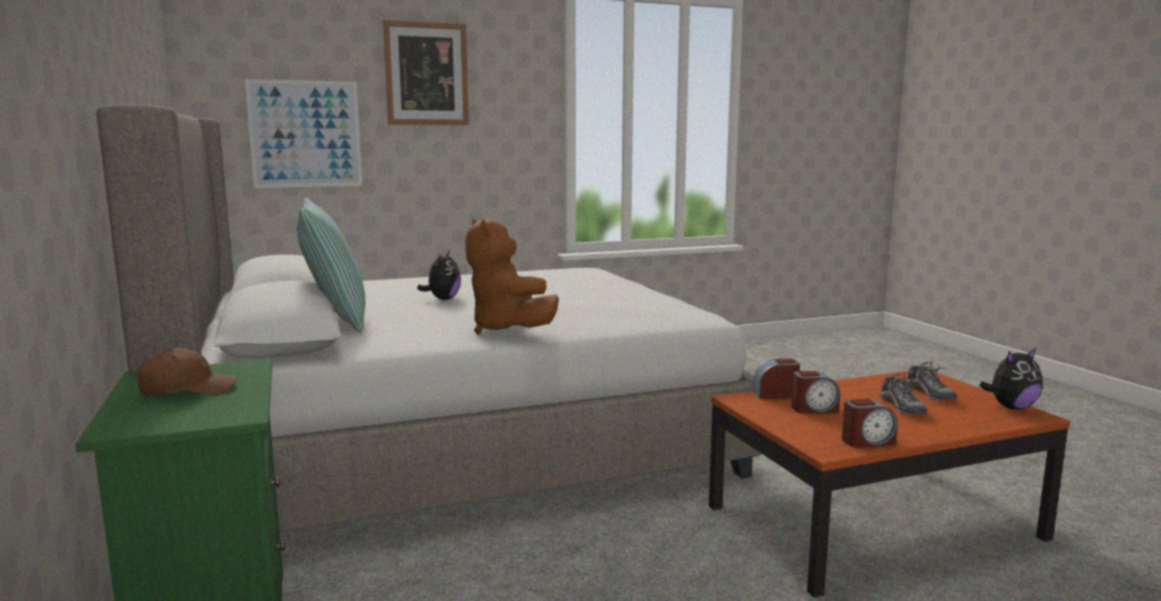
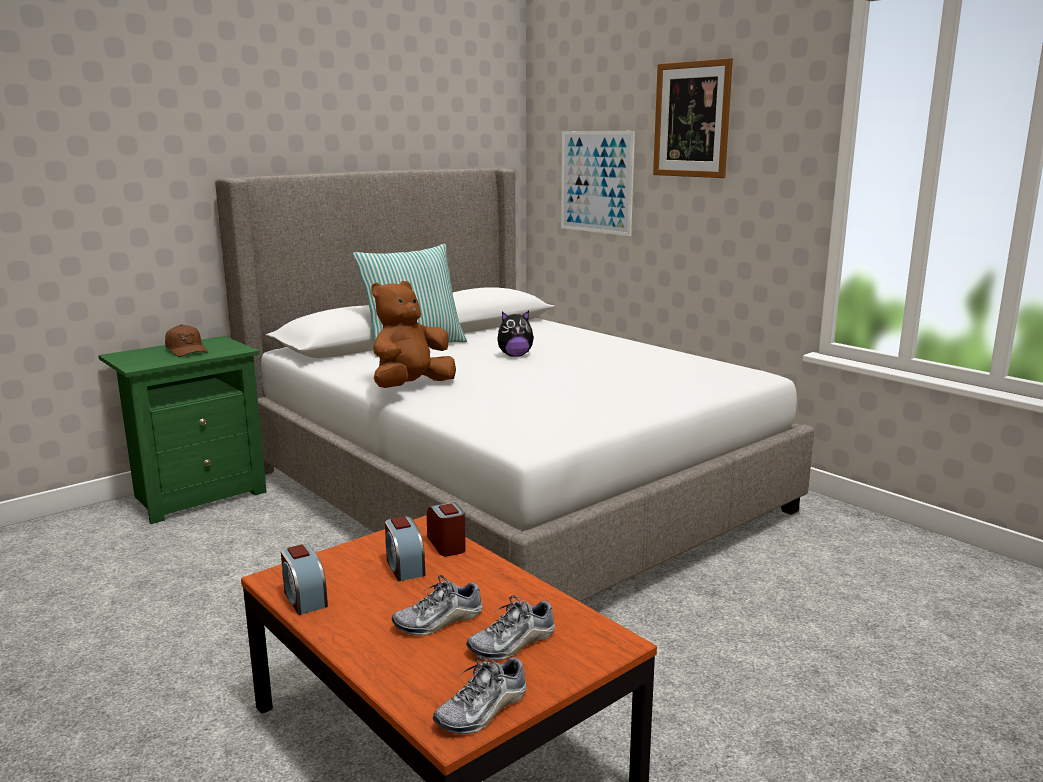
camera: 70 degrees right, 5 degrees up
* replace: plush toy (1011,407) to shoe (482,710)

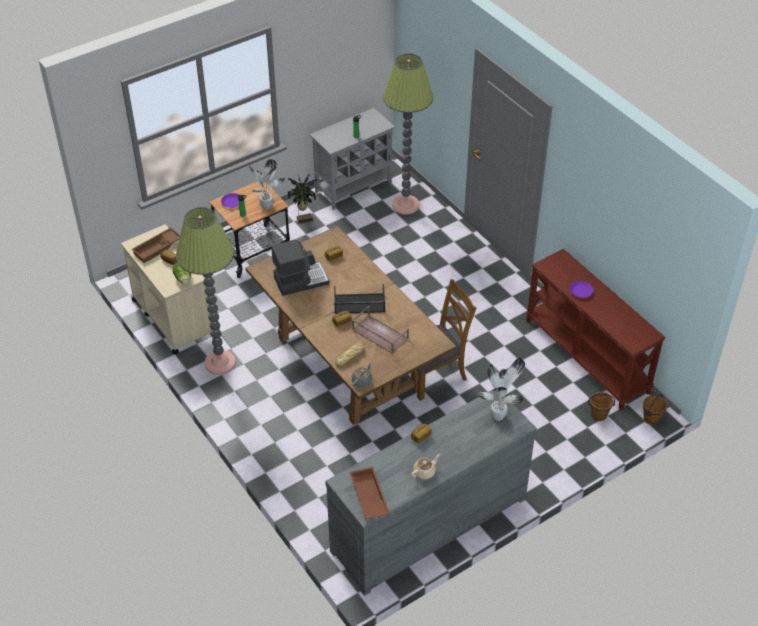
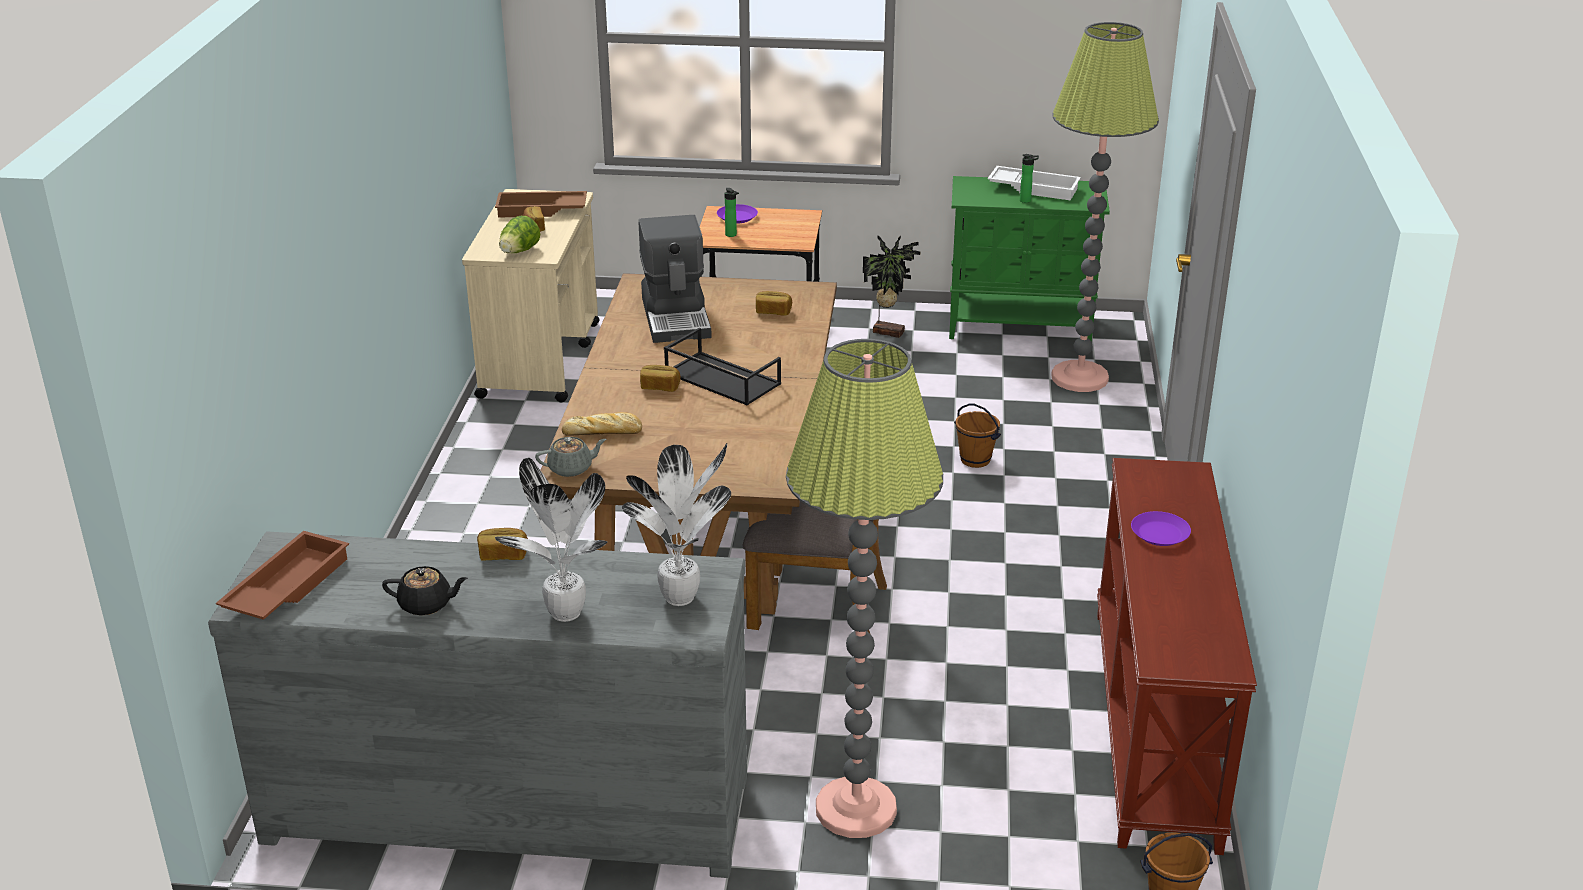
camera: 40 degrees right, 15 degrees down
* recolor: teapot/beige (424,472) to teapot/black (426,604)
* move: potted plant (267,207) to (565,615)
* rotate: coffee machine (300,280) = (677,317) 60 degrees clockwise
* move: floor lamp (220,363) to (855,809)
* recolor: cabinet/grey (354,187) to cabinet/green (1021,326)
* move: bucket/brown (598,415) to (975,460)
* insert: tray/white (1034,188)
* delete: tray/brown (379,334)

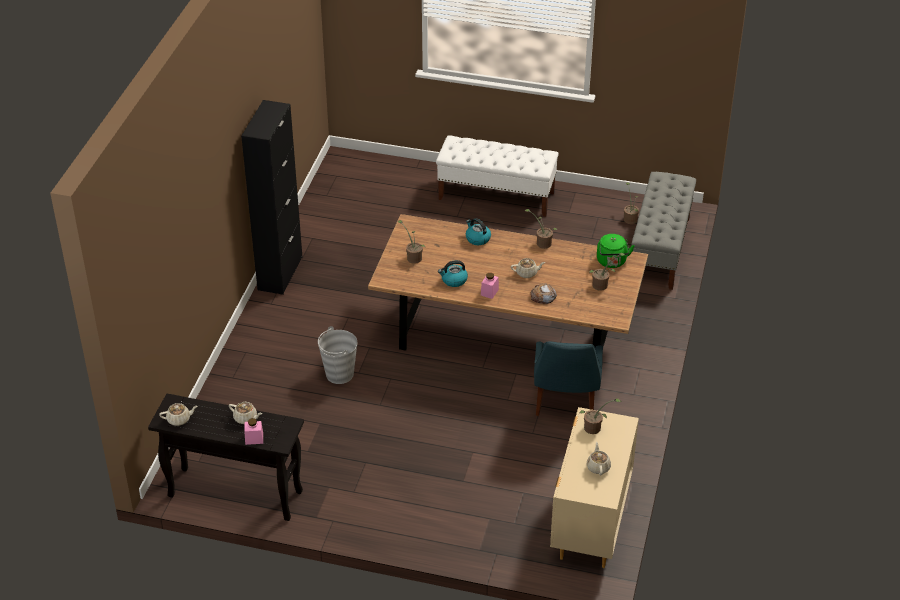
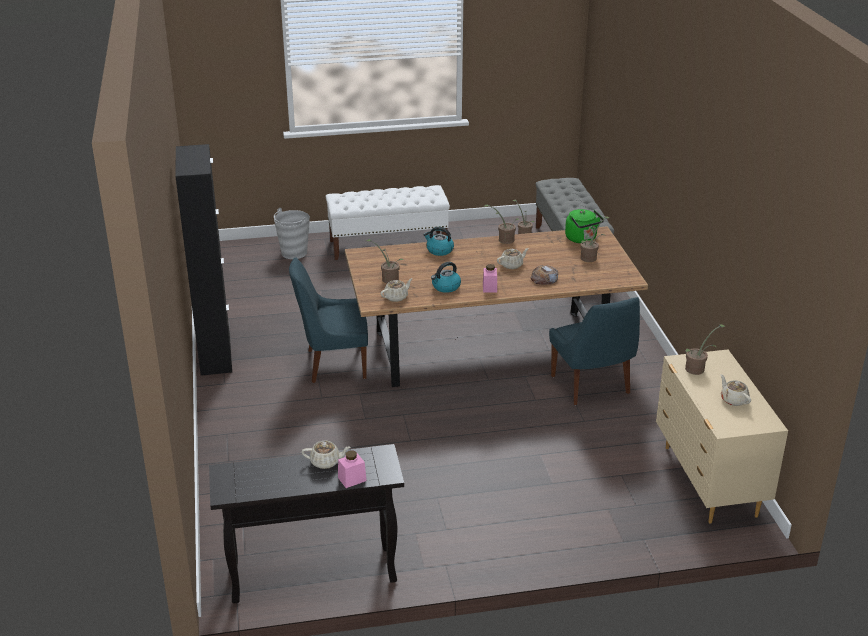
camera: 25 degrees left, 10 degrees down
* move: bucket/grey (339,374) to (293,253)
* insert: chair/blue (333,364)
* move: teapot/beige (179,419) to (396,297)

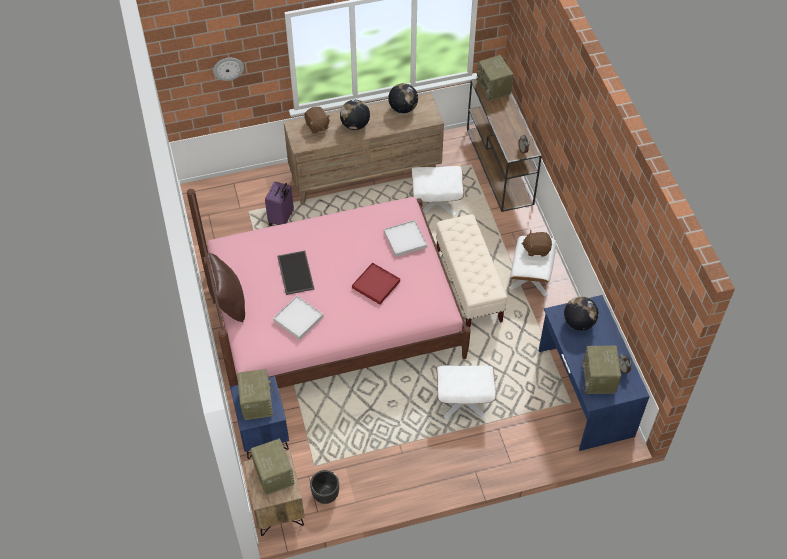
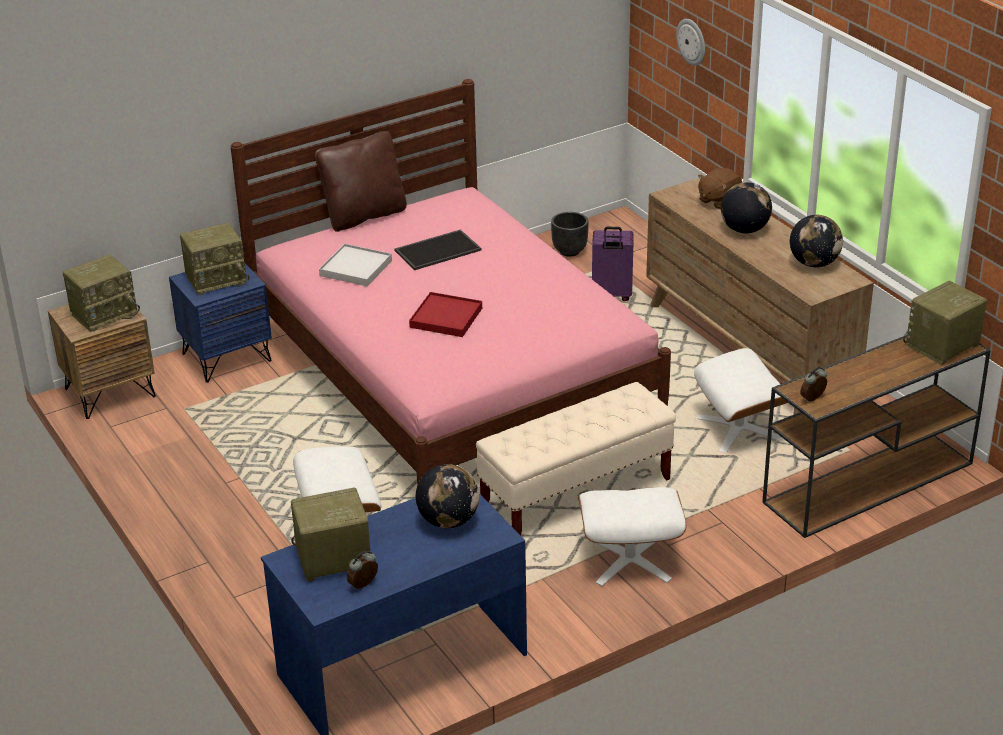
camera: 75 degrees right, 20 degrees down
* move: planter/black (325,495) to (569,251)
* delete: tray/white (405,240)
* delete: plush toy/brown (536,249)

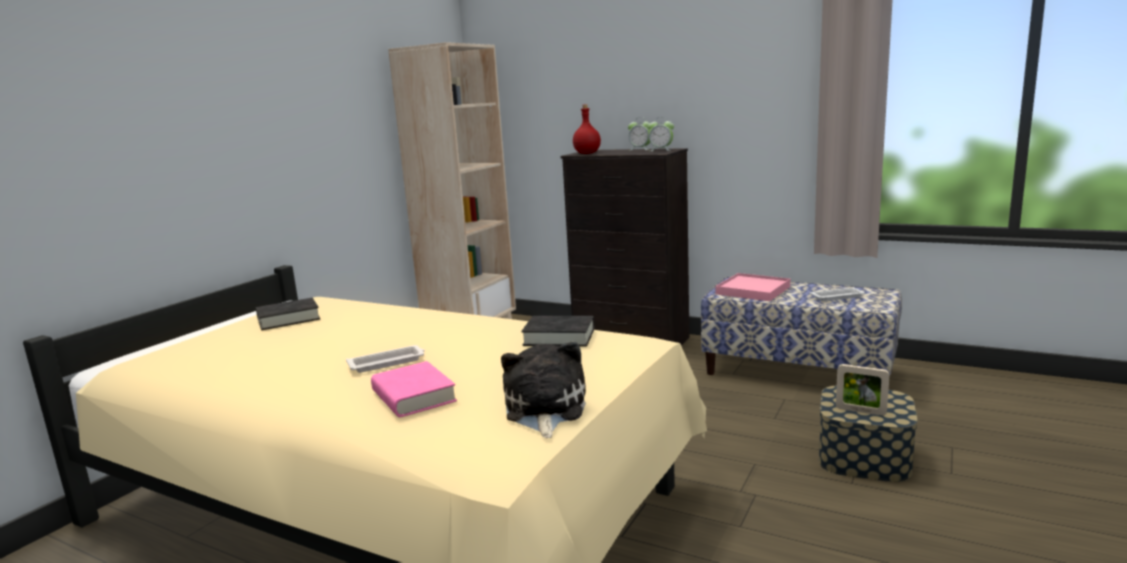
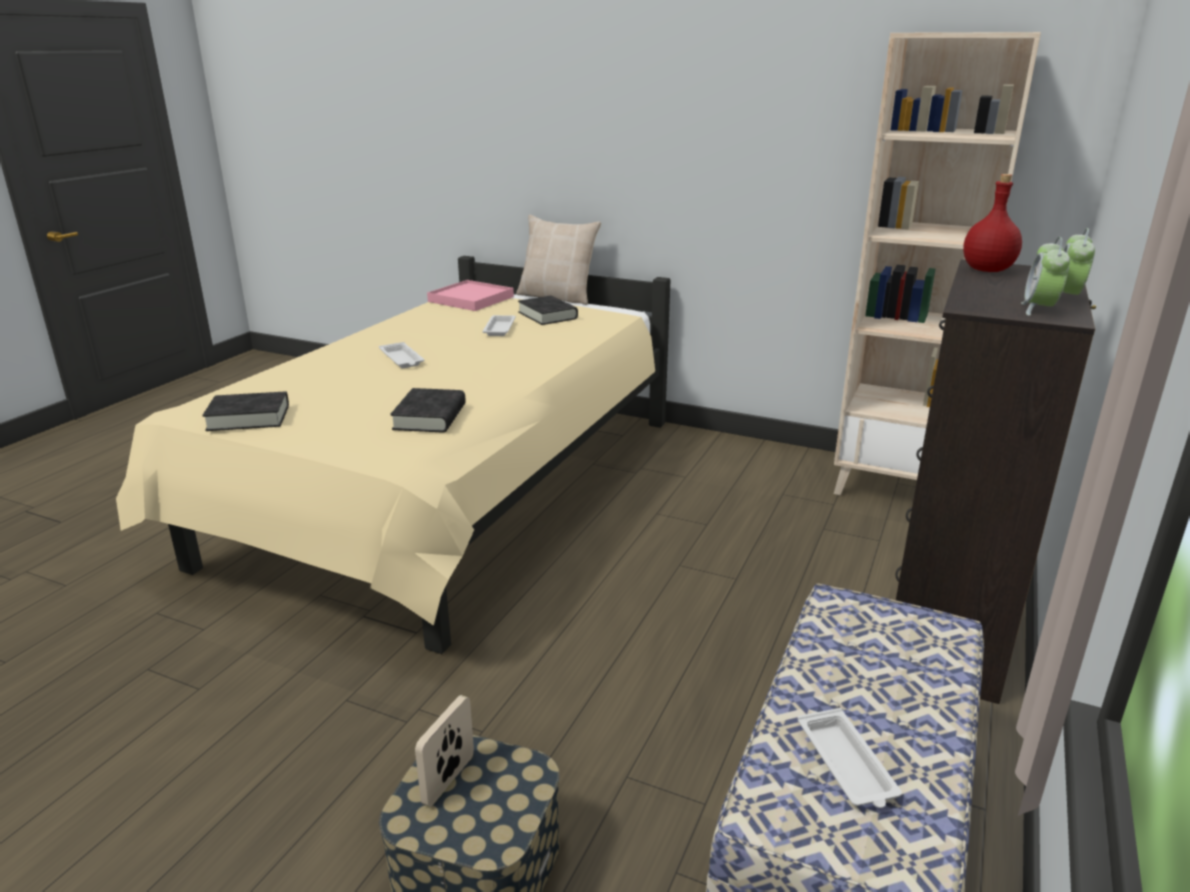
camera: 85 degrees right, 10 degrees up
* replace: plush toy (544,410) to book/black (248,418)
* move: tray/pink (752,290) to (471,299)
* insert: tray/white (500,328)
* insert: pillow/beige (557,297)
* delete: book/pink (413,396)

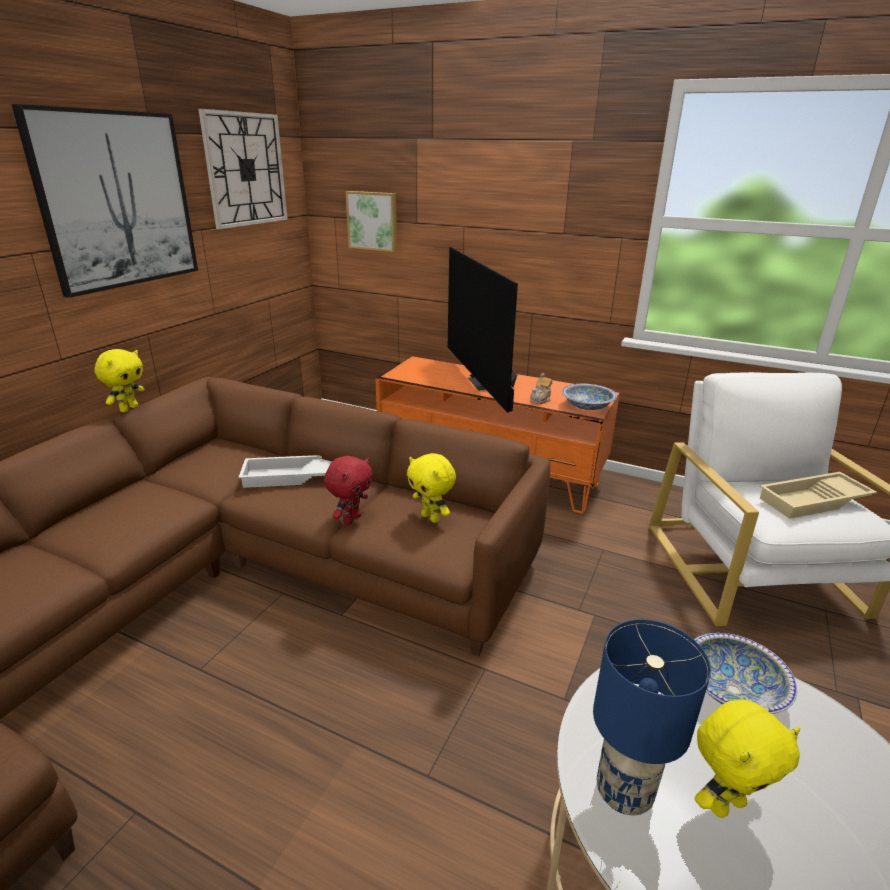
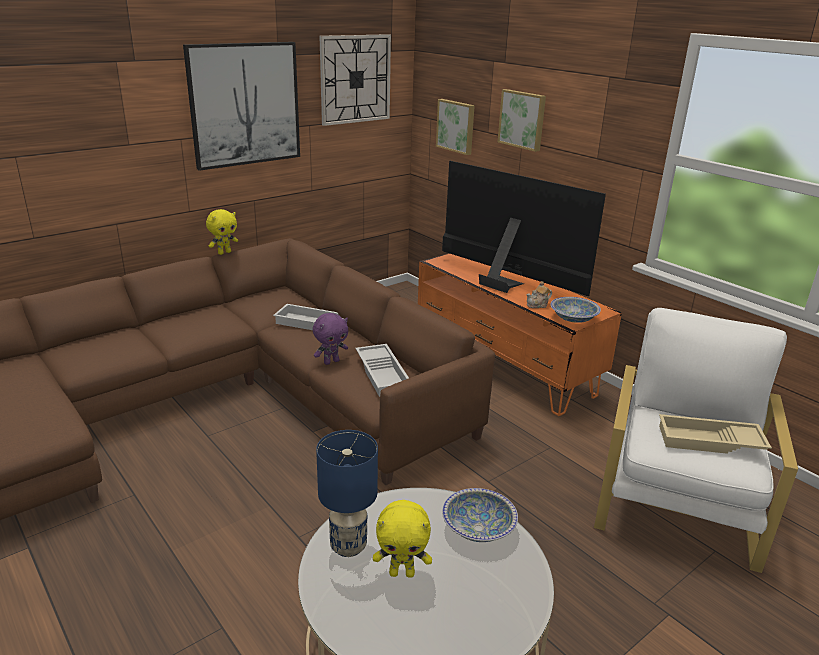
camera: 25 degrees right, 0 degrees up
* recolor: plush toy/red (351,519) to plush toy/purple (331,361)
* replace: plush toy/yellow (431,518) to tray/white (383,374)
* rotate: television (484,383) = (504,282) 120 degrees clockwise
* insert: picture (522,119)

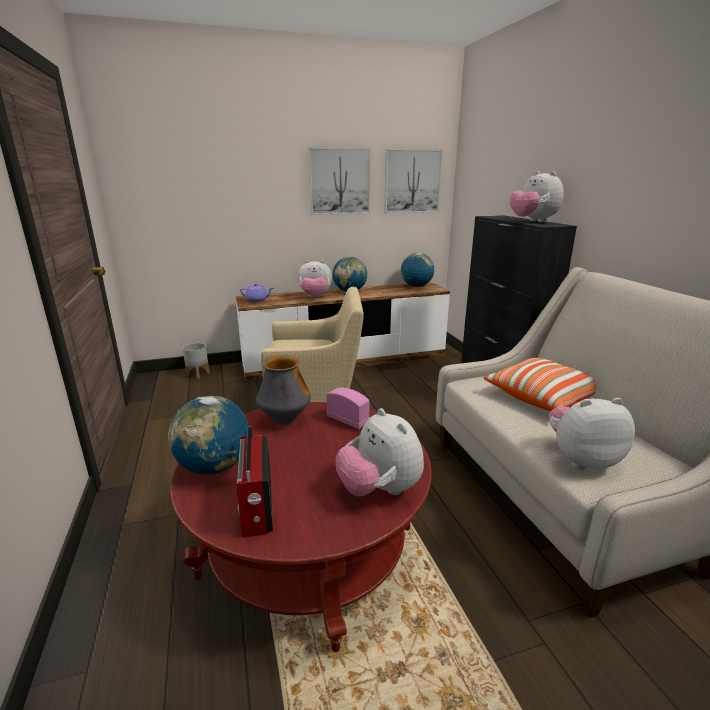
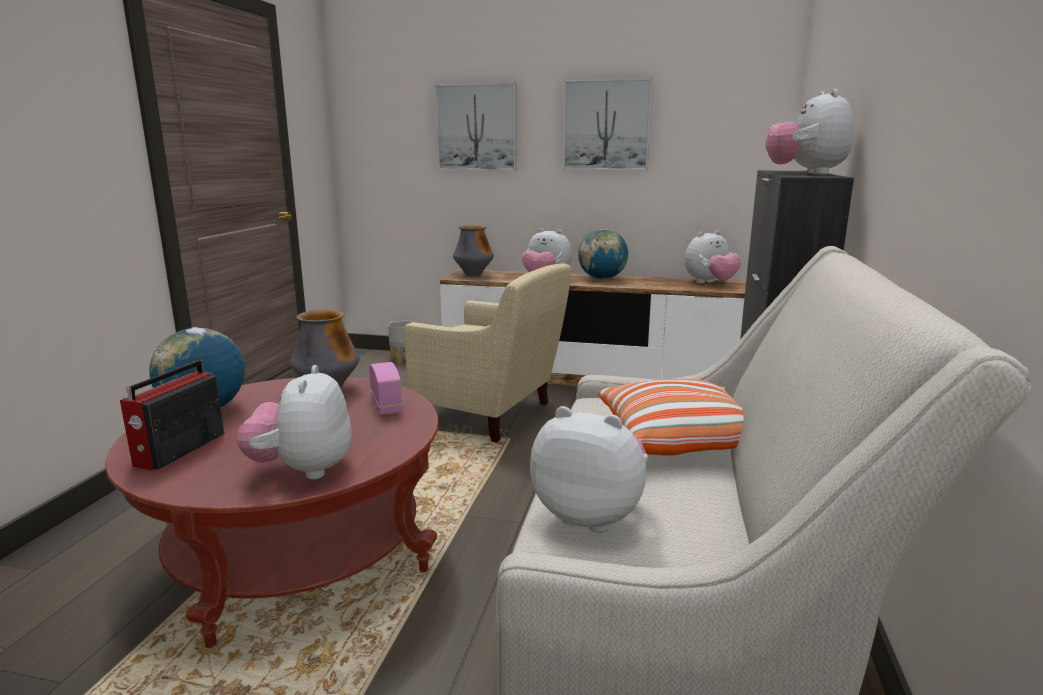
camera: 30 degrees right, 5 degrees down
* move: picture (412,181) to (477,127)
* replace: teapot/purple (257,300) to vase (473,275)
* replace: globe (416,286) to plush toy (710,283)

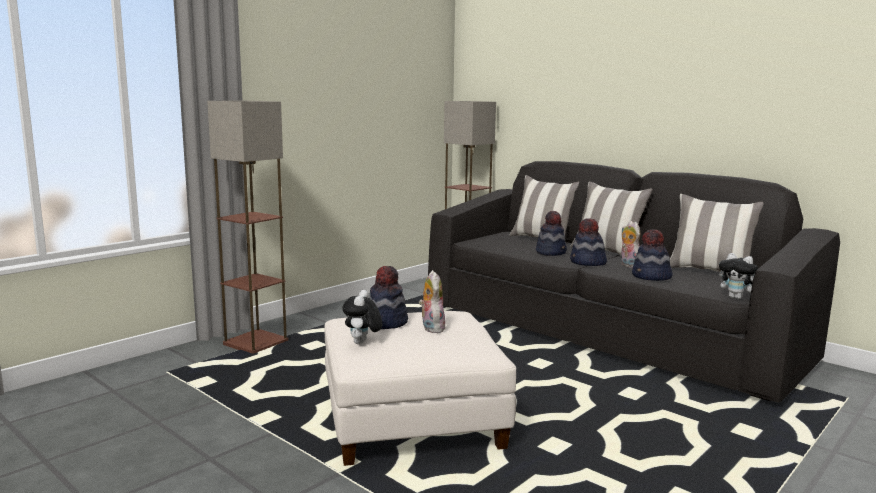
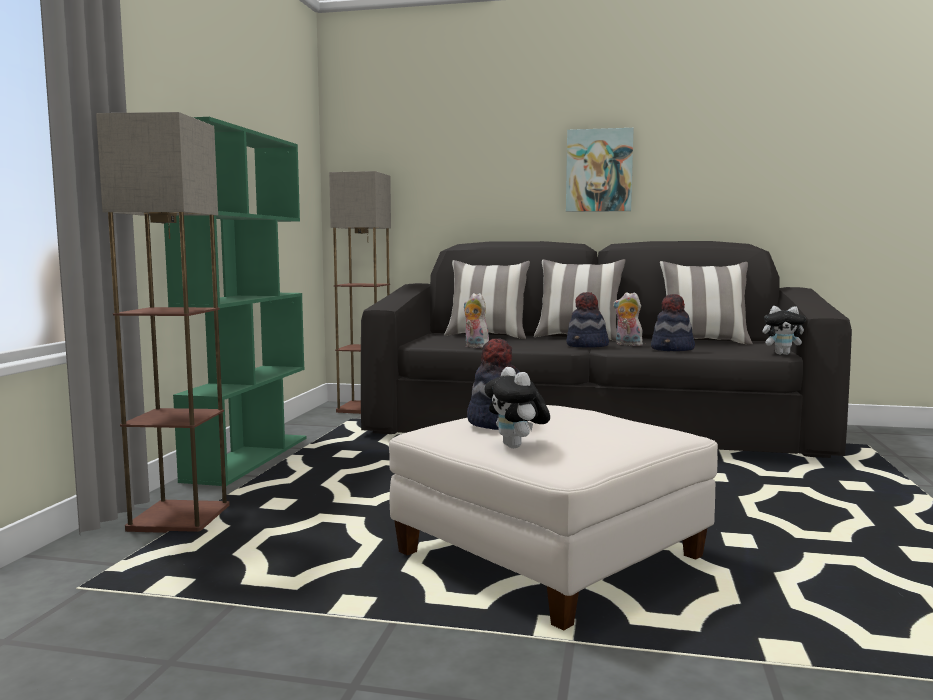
camera: 30 degrees left, 5 degrees down
* insert: bookcase/green (248,458)
* move: plush toy (431,328) to (474,346)
* insert: picture (599,170)
* delete: hat (551,252)

